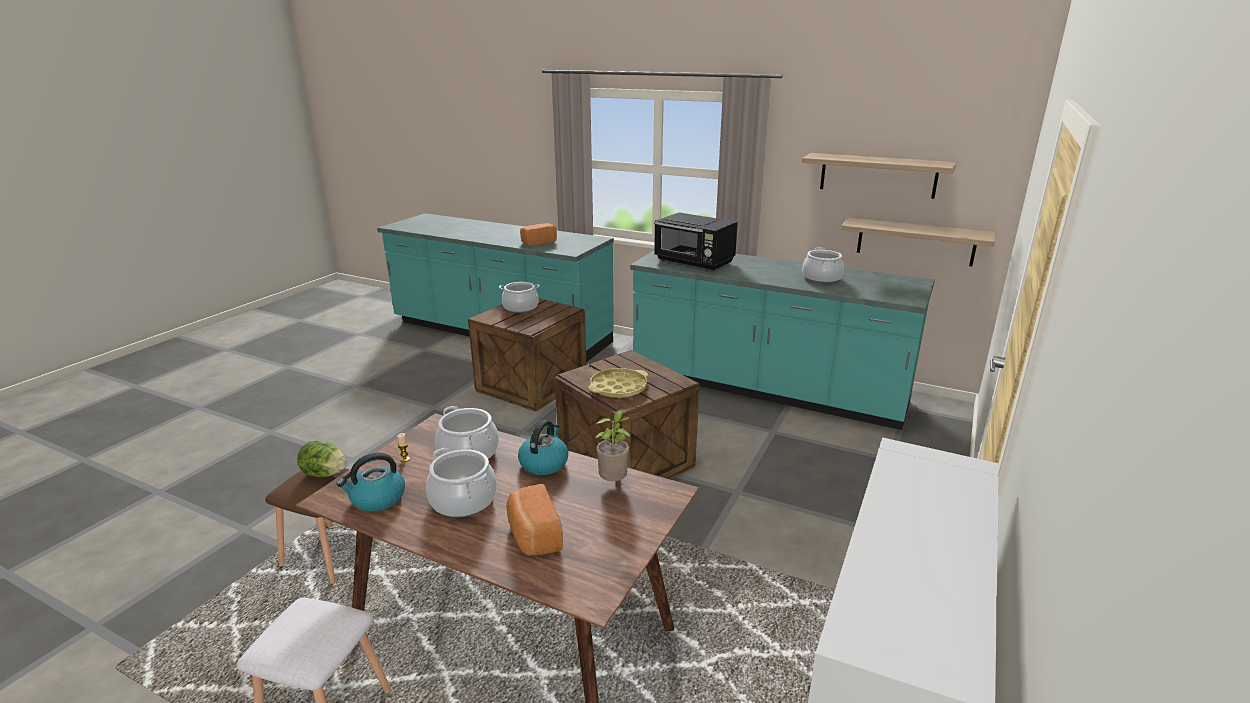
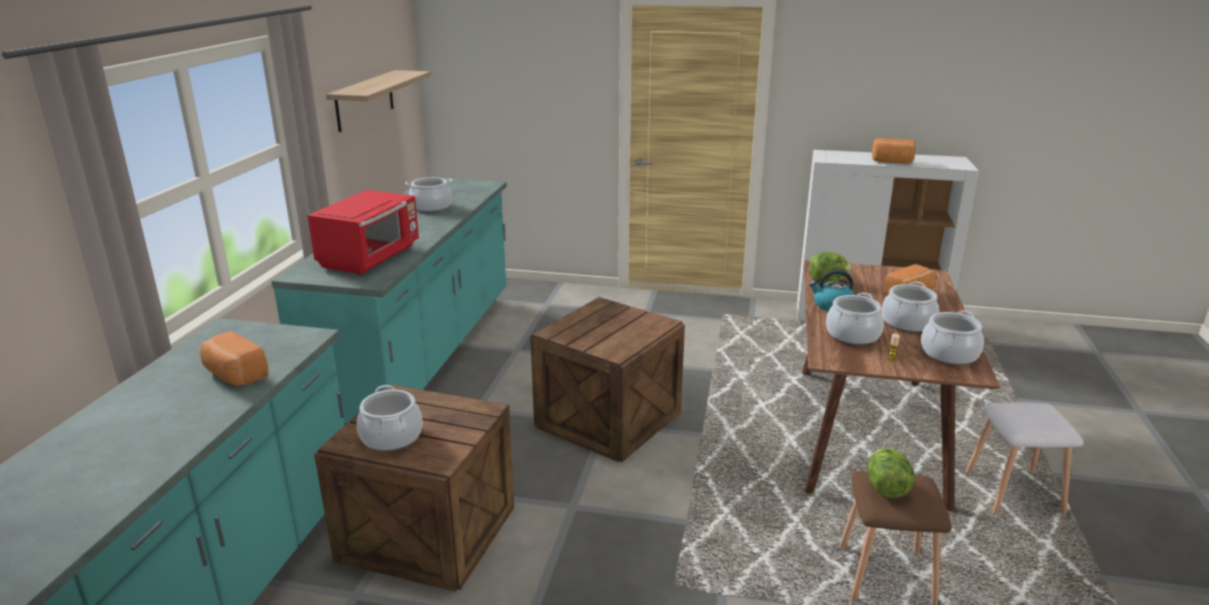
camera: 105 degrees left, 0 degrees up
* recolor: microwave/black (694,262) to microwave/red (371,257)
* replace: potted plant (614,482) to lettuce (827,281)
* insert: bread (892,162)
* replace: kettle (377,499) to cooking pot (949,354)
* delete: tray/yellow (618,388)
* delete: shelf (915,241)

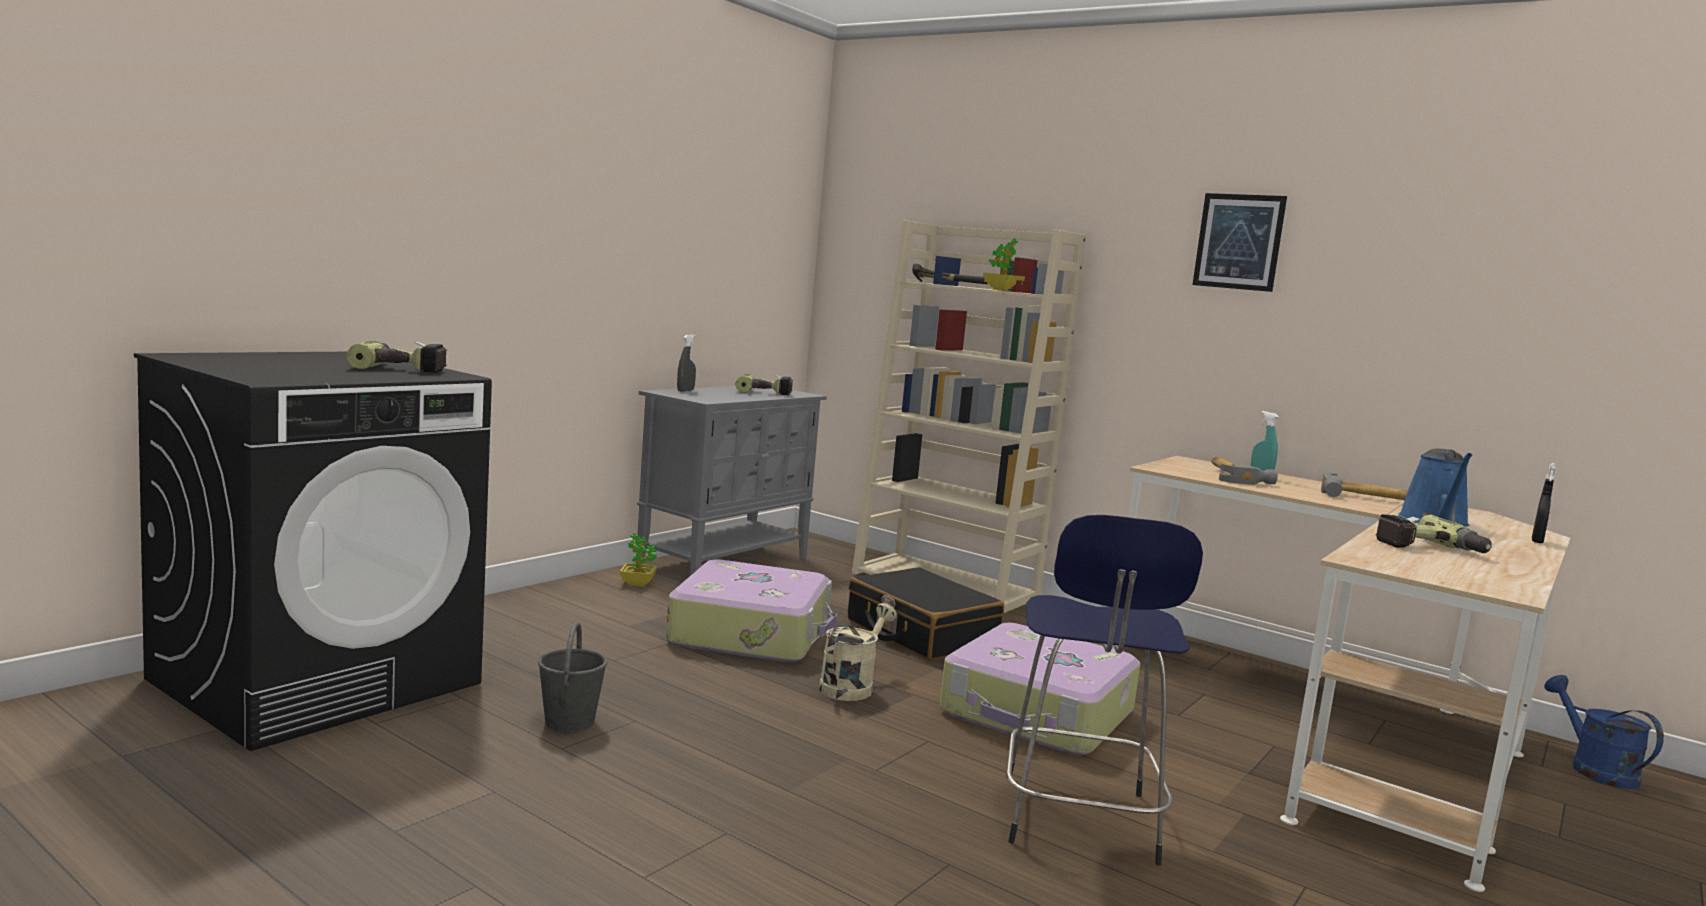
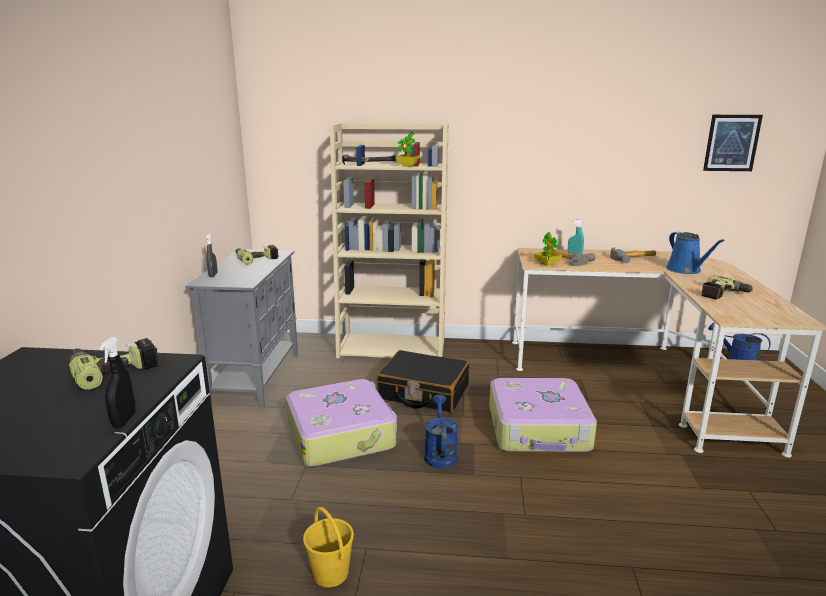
camera: 30 degrees left, 10 degrees up
* move: spray bottle/black (1537,541) to (124,420)
* recolor: bucket/grey (569,722) to bucket/yellow (331,574)
* recolor: watering can/beige (851,686) to watering can/blue (439,453)
* move: potted plant (637,583) to (547,264)
* move: picture (1238,241) to (732,143)
* delete: stool/blue (1078,821)

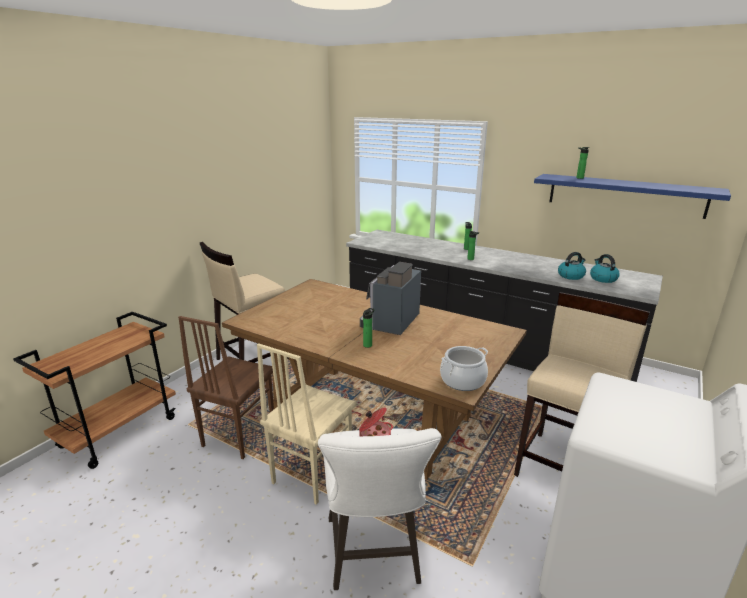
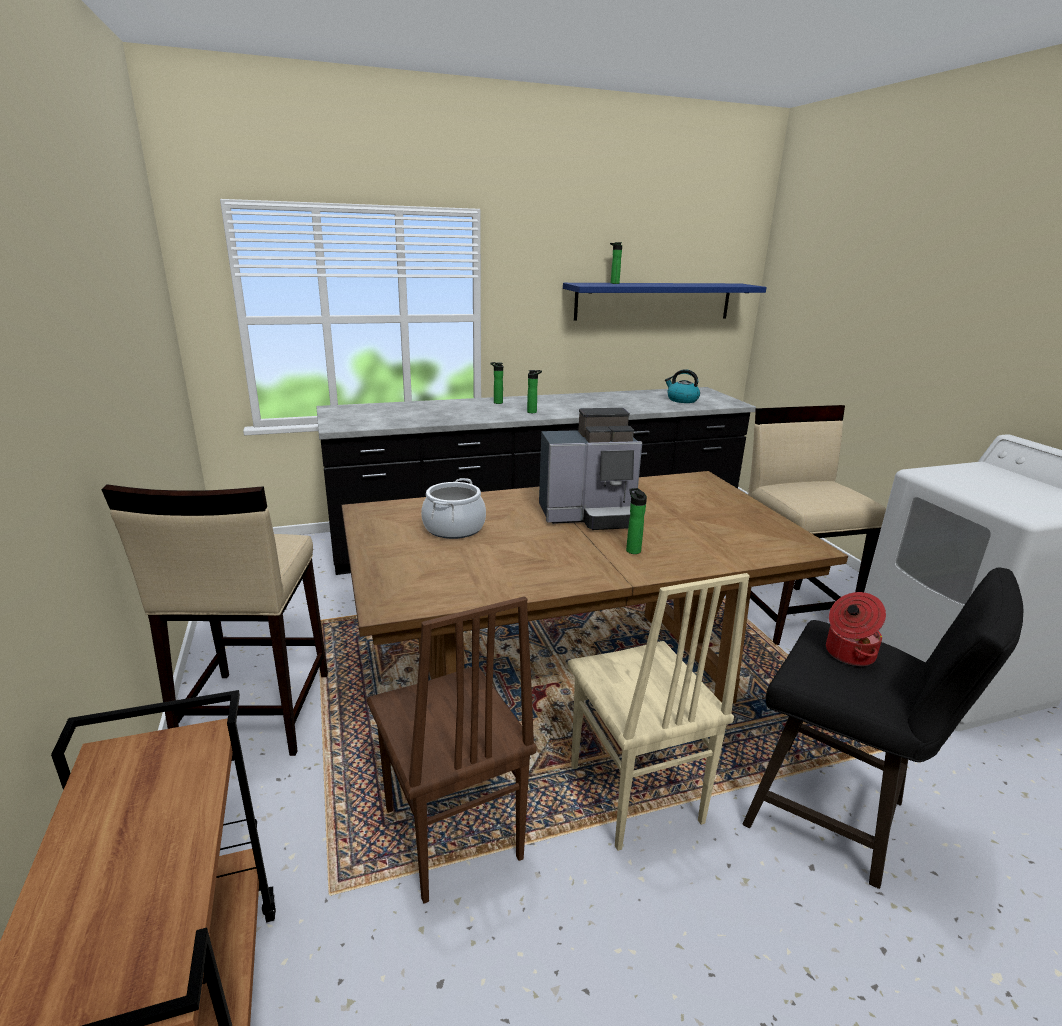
camera: 50 degrees left, 0 degrees up
* move: cooking pot (462,380) to (453,528)
* rotate: coffee machine (391,323) = (590,515) 75 degrees counterclockwise
* recolor: stool/white (374,556) to stool/black (838,817)
* delete: kettle (571,276)

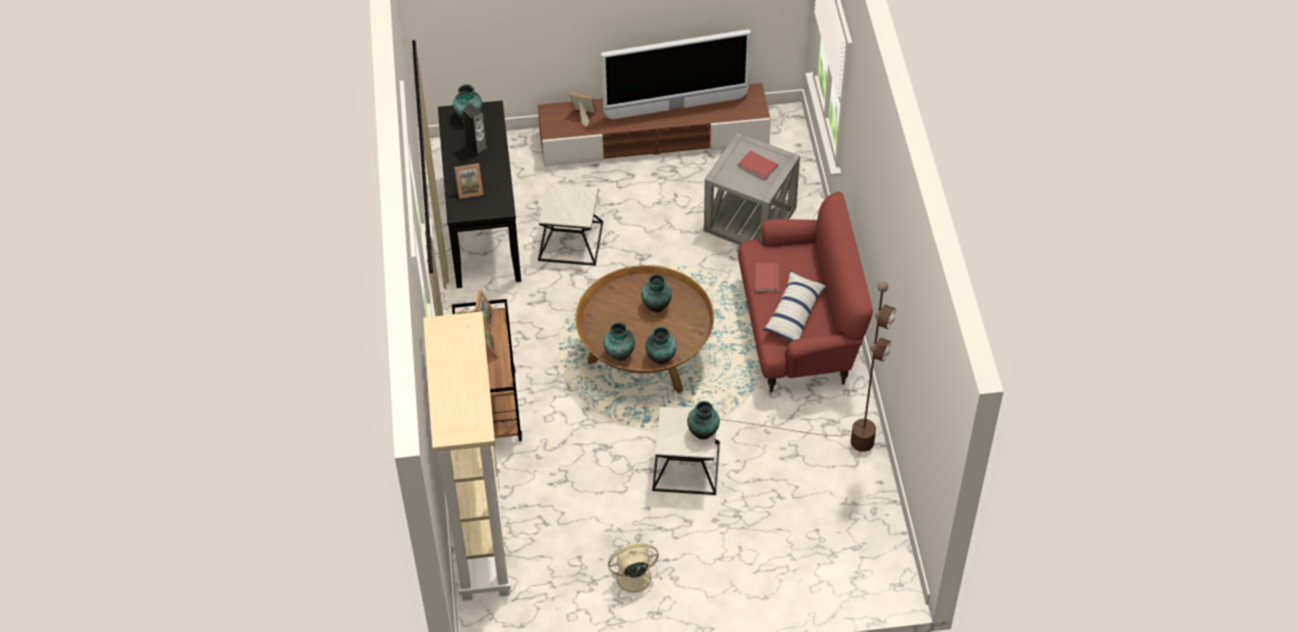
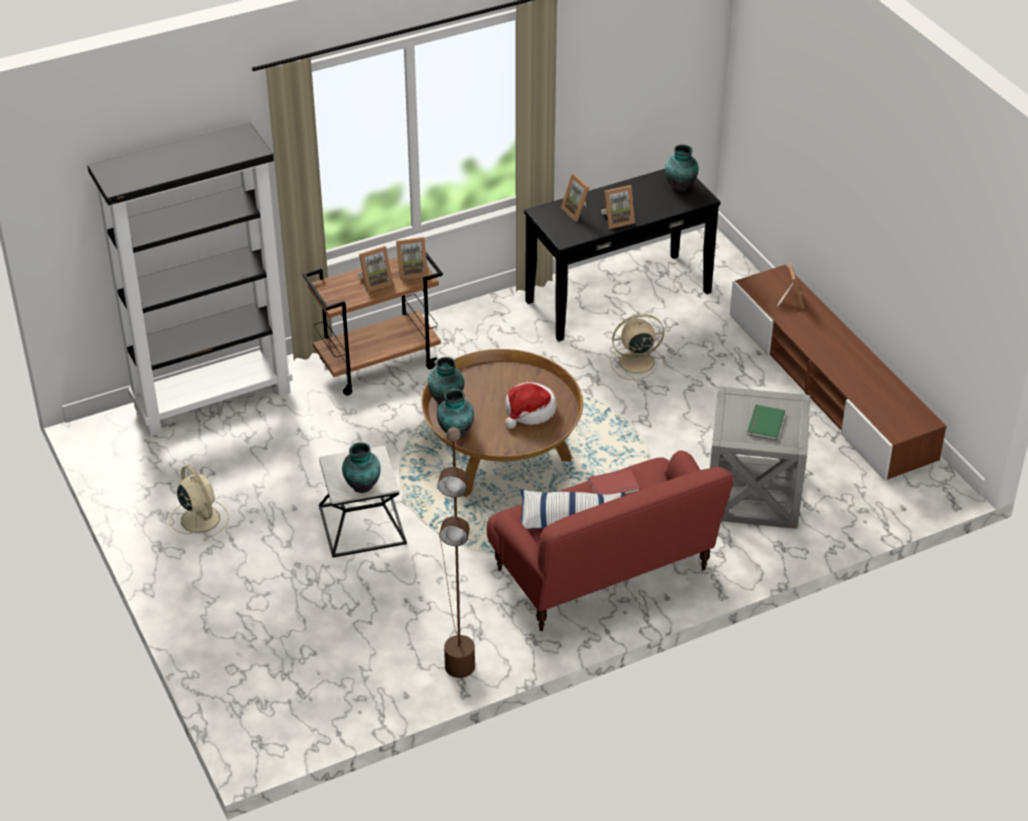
camera: 70 degrees right, 10 degrees down
* recolor: bookcase/beige (479,538) to bookcase/black (213,398)
* replace: vase (657,306) to hat (529,411)
* insert: picture frame (617,220)
* replace: side table (571,241) to fan/beige (635,362)
* recolor: book/red (757,167) to book/green (764,424)
* delete: speaker (476,147)
* delete: television (676,107)

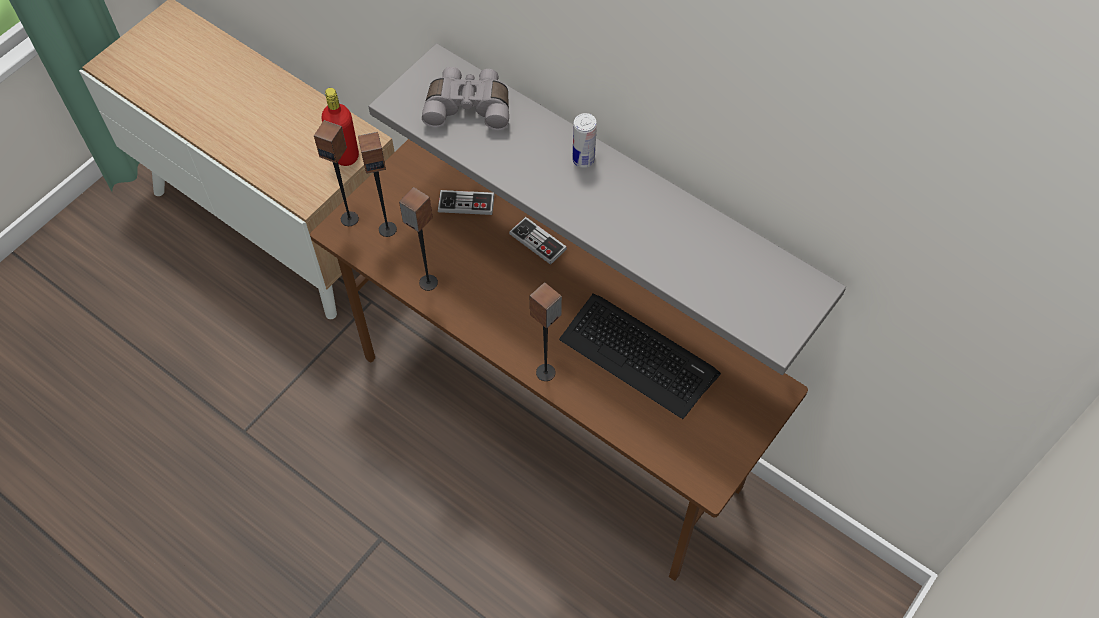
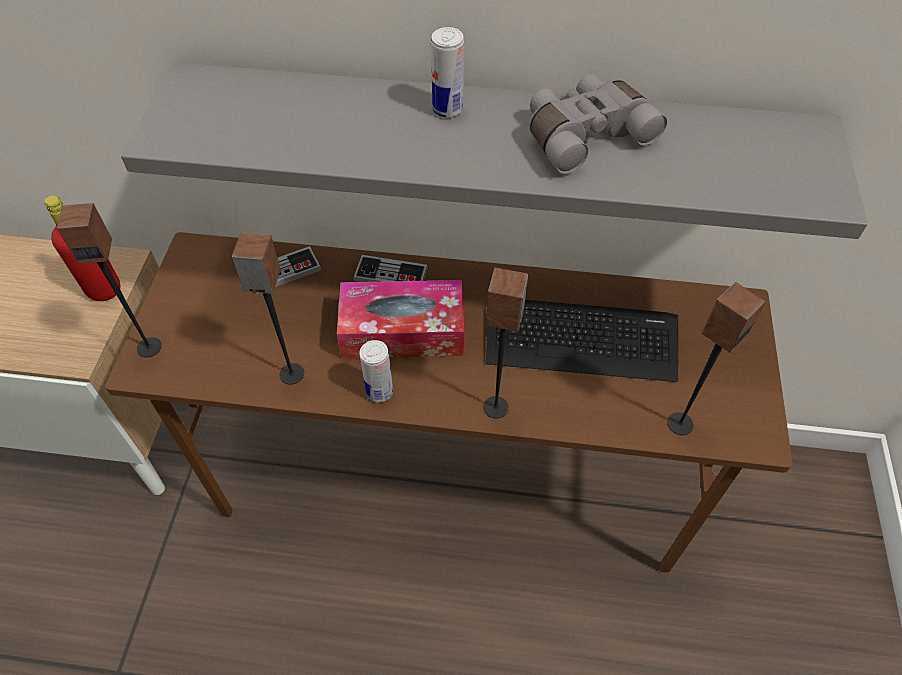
camera: 30 degrees left, 5 degrees down
* insert: tissue box (403,331)
* insert: can (379,392)
* move: binoculars/grey (469,106) to (584,134)
* move: speaker (387,229) to (679,423)

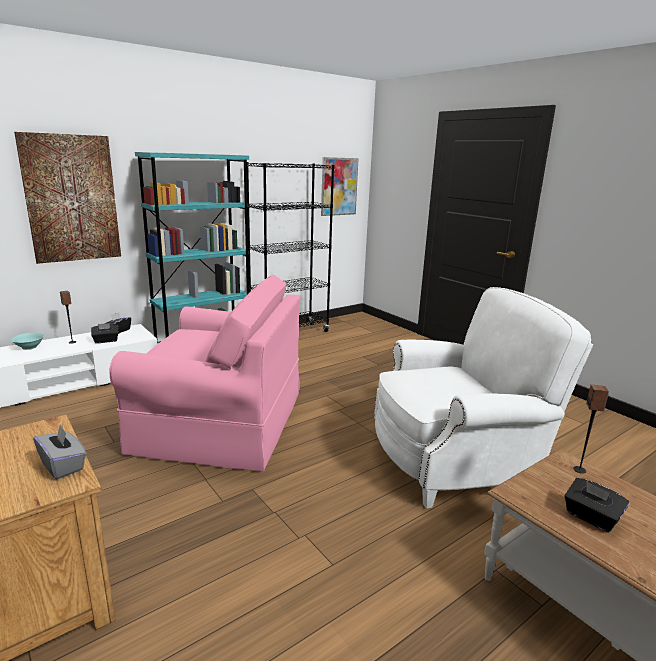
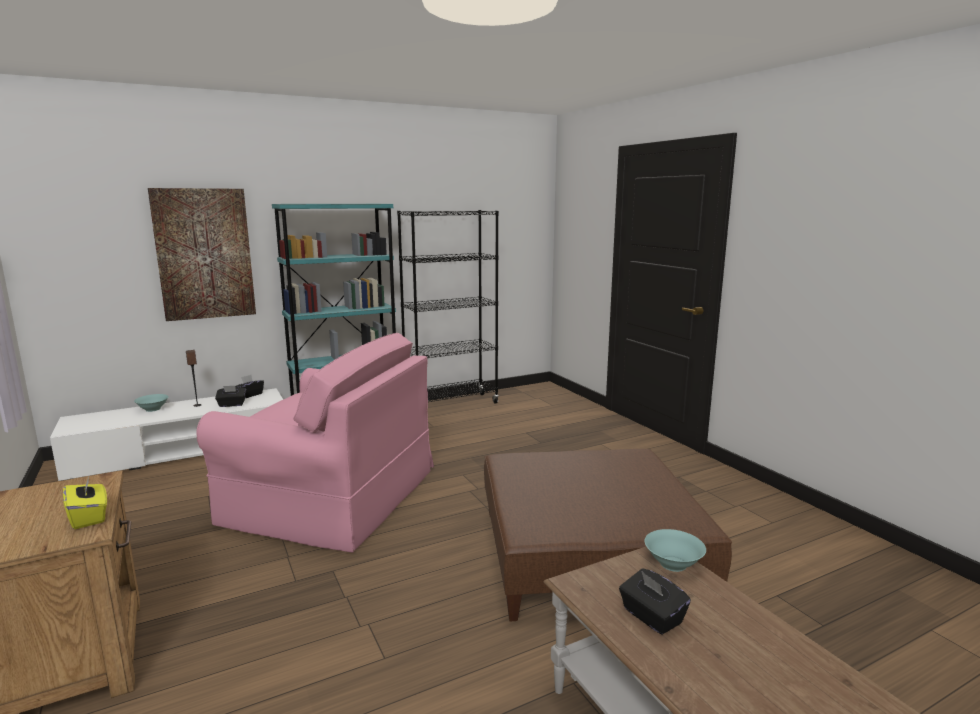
camera: 10 degrees right, 5 degrees down
* recolor: tissue box/grey (63,465) to tissue box/yellow (89,517)
* replace: armchair/white (458,459) to ottoman/brown (587,554)
* replace: speaker (579,470) to bowl/turquoise (673,564)
* delete: picture (339,186)

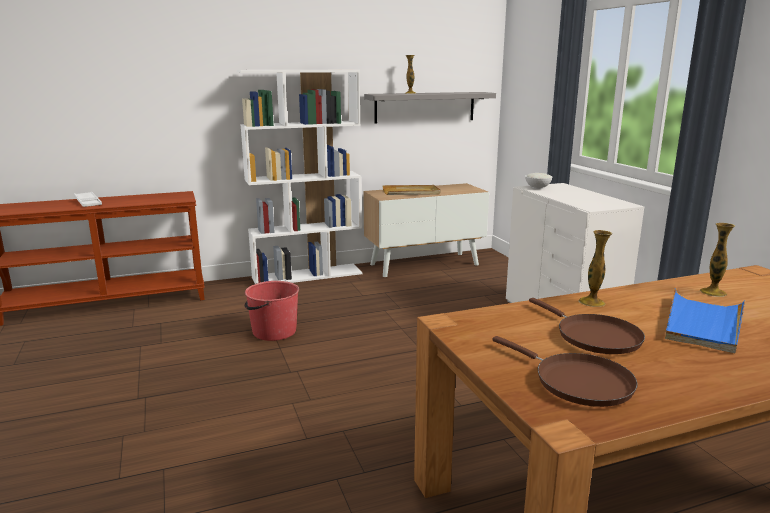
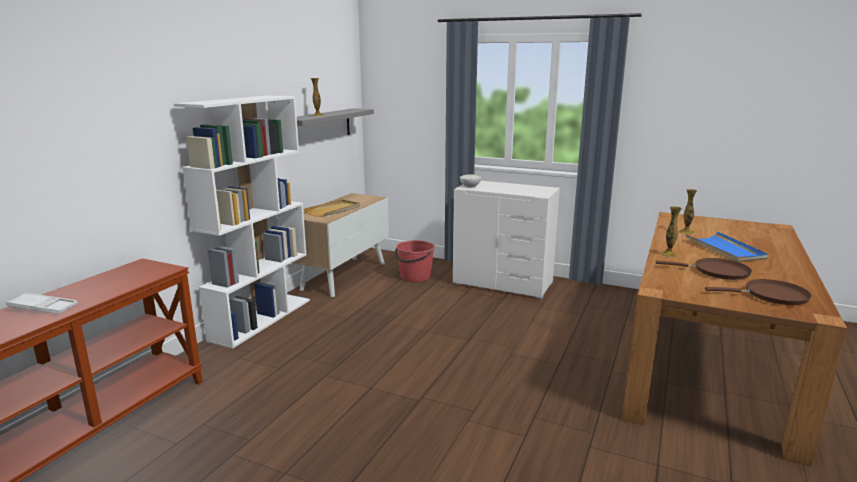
camera: 45 degrees left, 0 degrees up
* move: bucket/red (273,332) to (415,276)

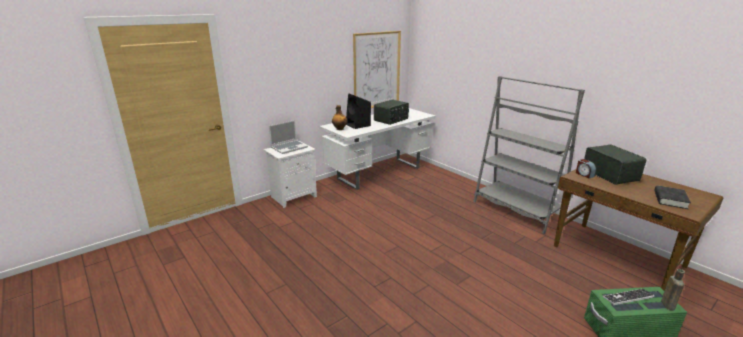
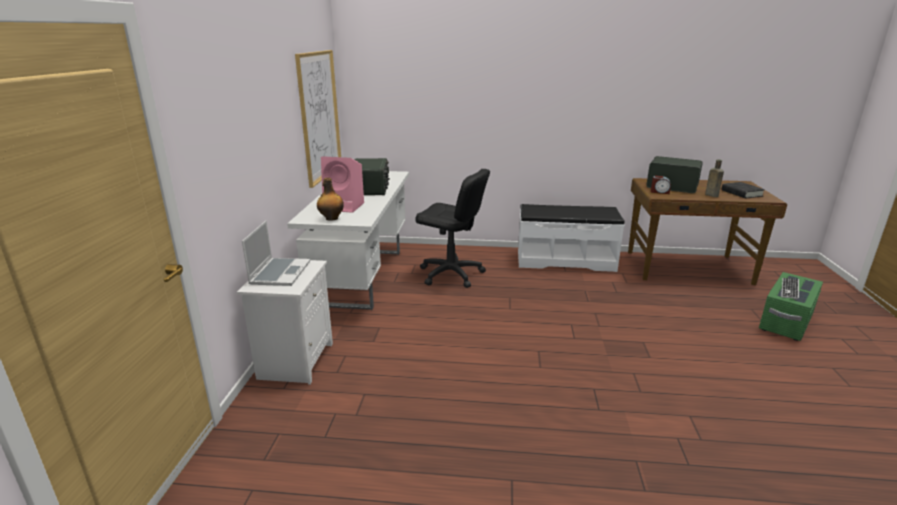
camera: 45 degrees left, 0 degrees up
* recolor: speaker/black (358,125) to speaker/pink (345,206)
* insert: office chair/black (451,274)
* replace: bookcase/grey (516,210) to bench/white (565,260)
* move: bottle/brown (667,304) to (710,195)

